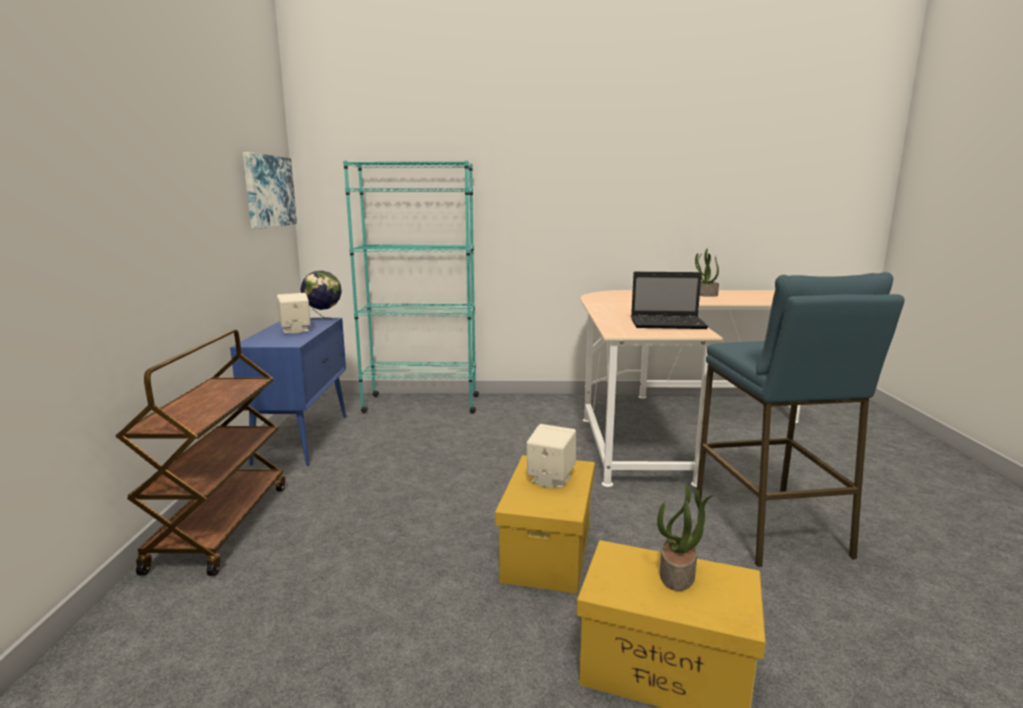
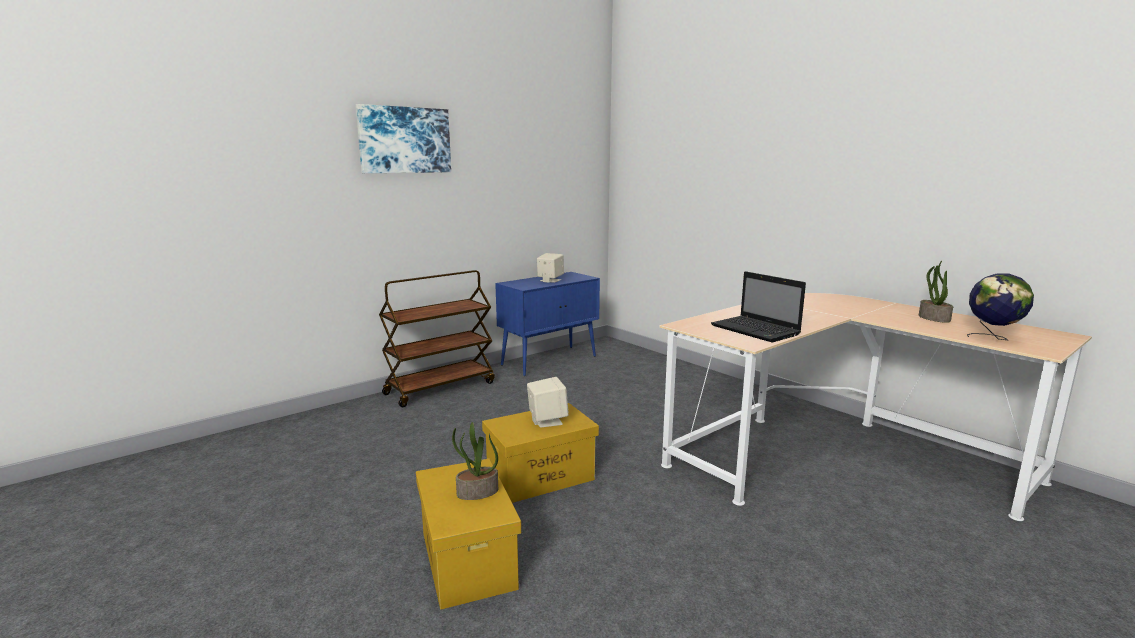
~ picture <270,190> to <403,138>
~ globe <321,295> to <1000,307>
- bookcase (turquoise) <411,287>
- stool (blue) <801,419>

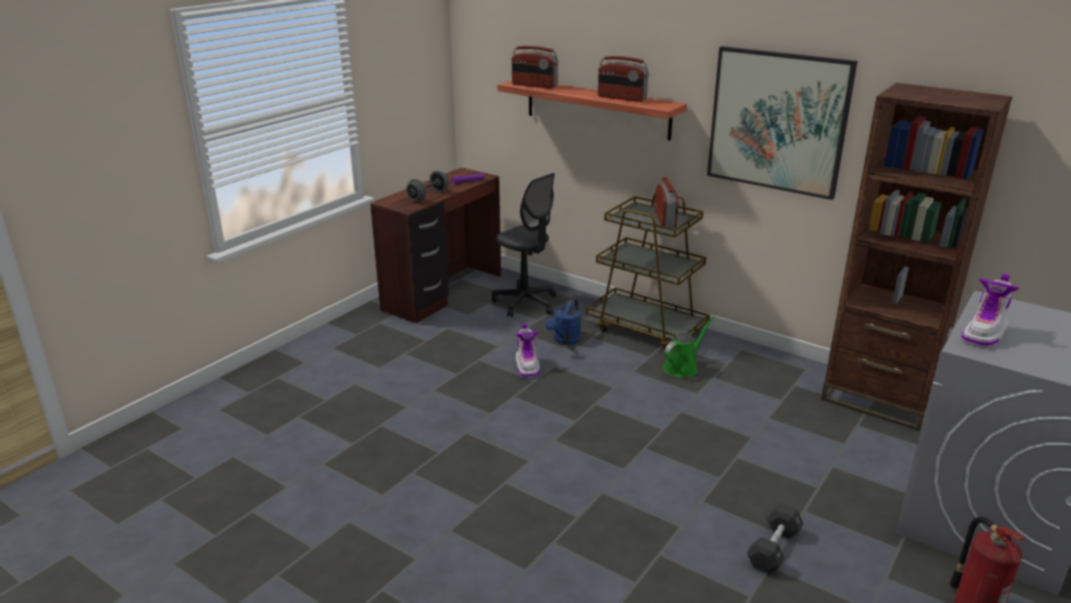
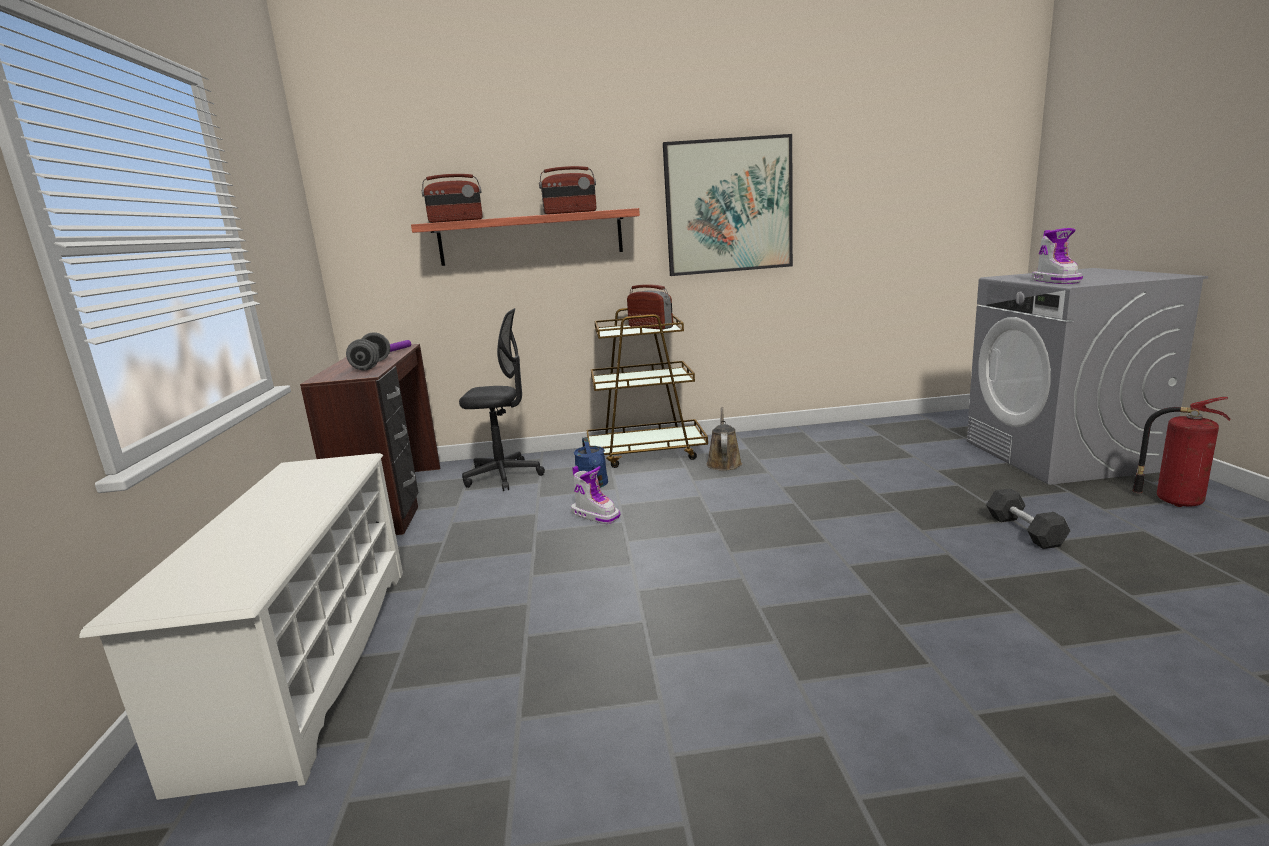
+ shoe rack (white) <241,626>
~ watering can (green) <689,346> to watering can (brown) <724,439>
- bookcase (brown) <916,257>

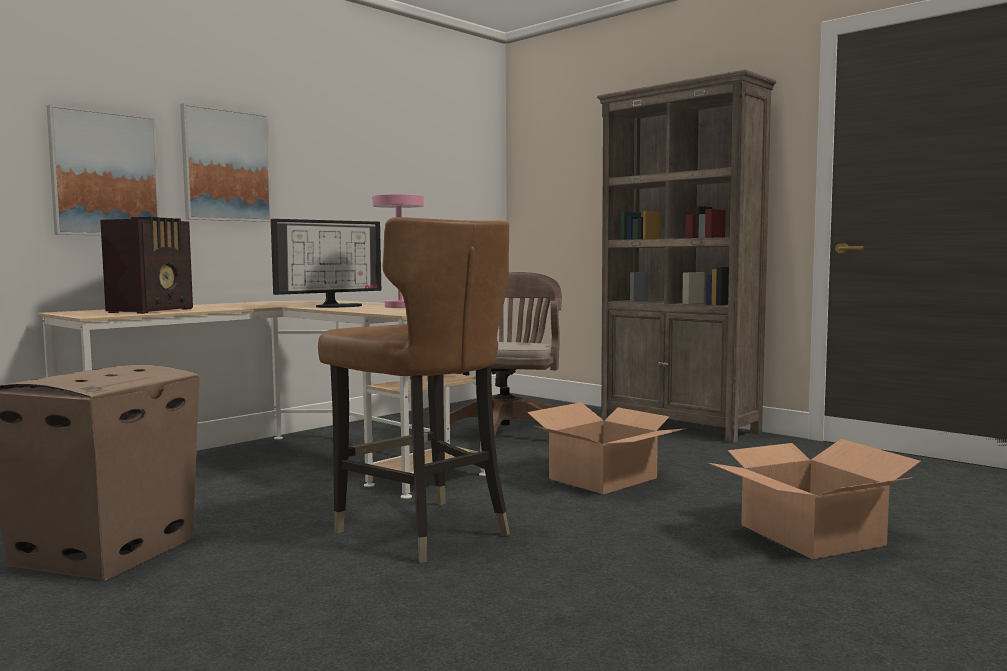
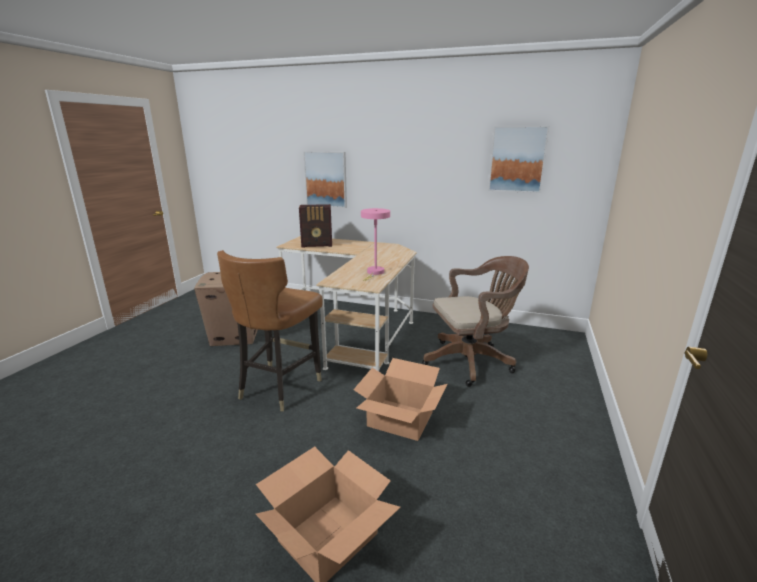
~ picture <226,162> to <518,159>
- monitor <326,263>
- bookcase (brown) <686,256>

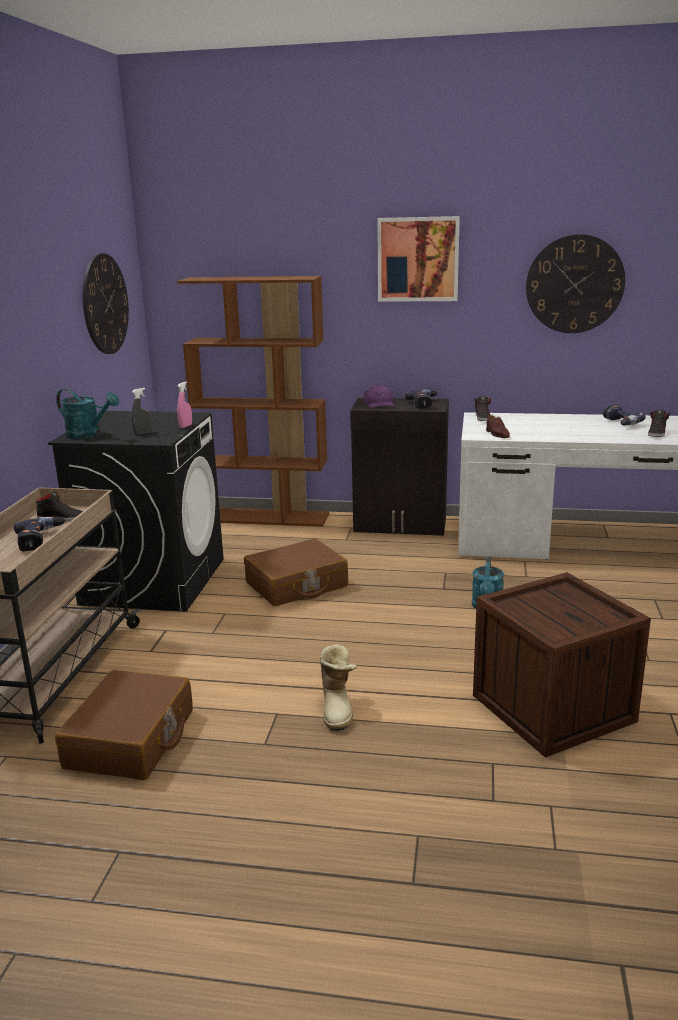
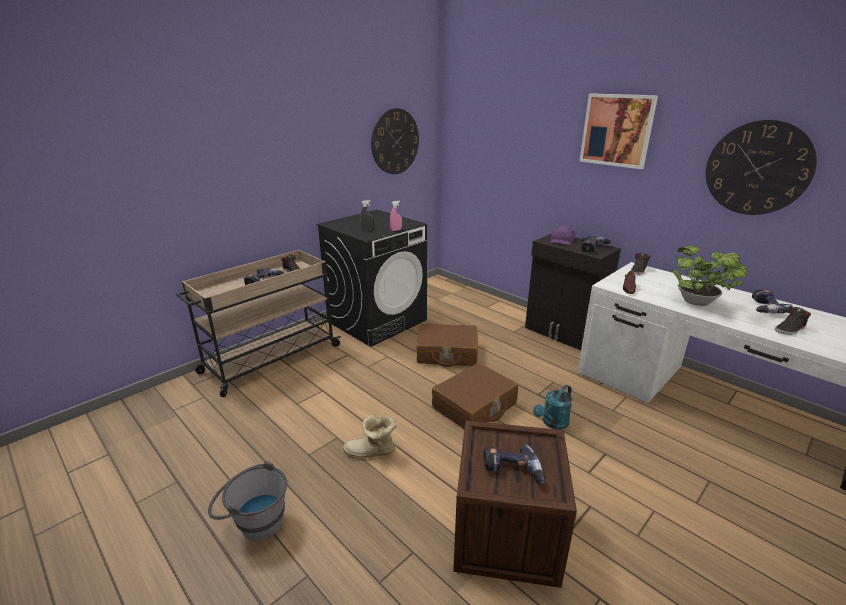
+ bucket (grey) <247,501>
~ boot <338,687> = <369,437> 60 degrees clockwise
~ suitcase (brown) <124,725> to <475,396>
+ power drill <514,464>
+ potted plant <710,276>
- watering can (turquoise) <87,414>
- bookcase (brown) <253,401>

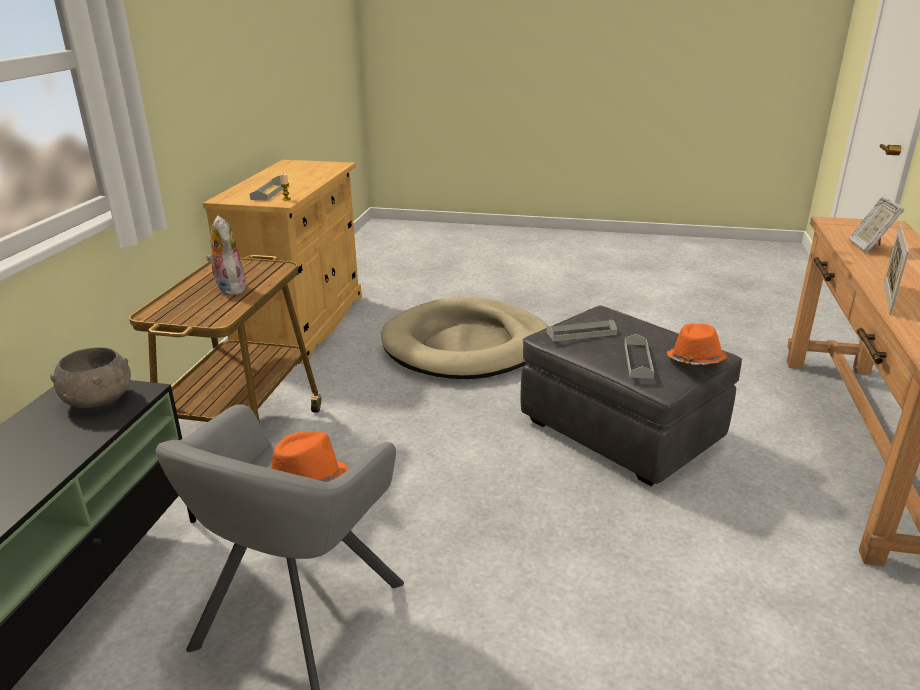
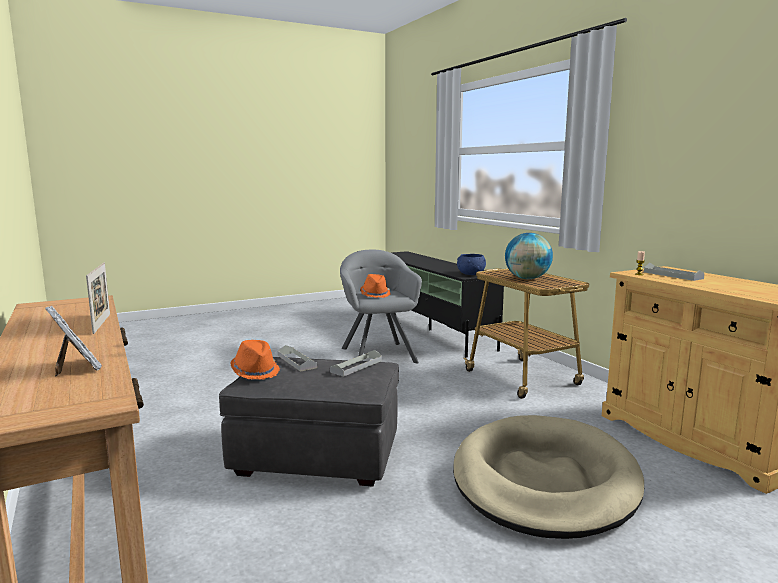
~ bowl (grey) <90,377> to bowl (blue) <471,264>
~ plush toy <226,255> to globe <529,256>

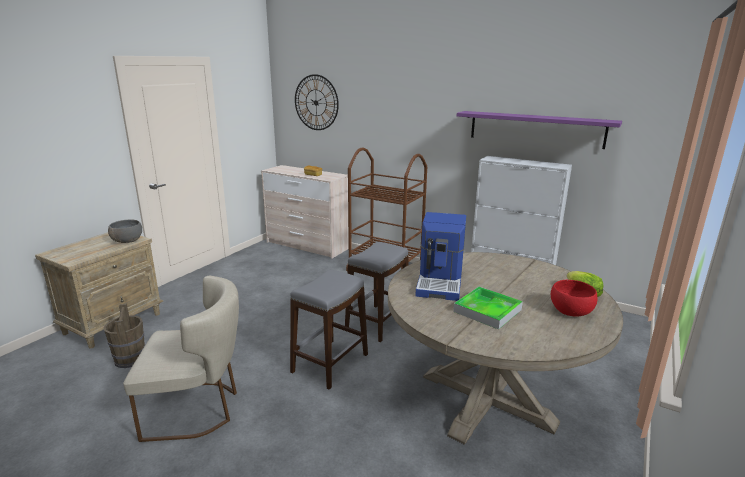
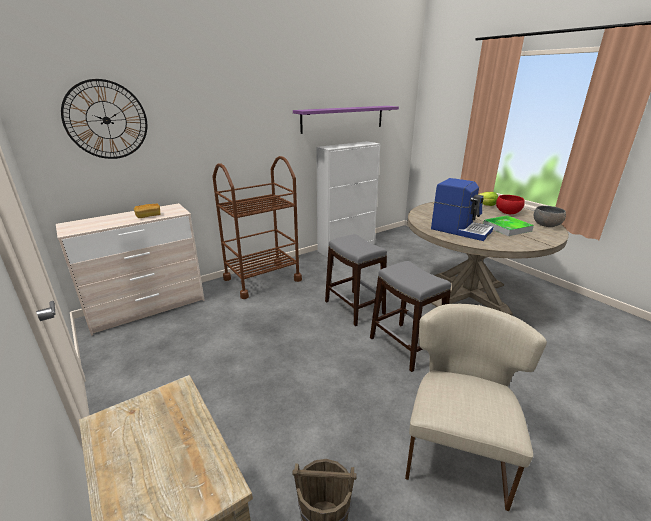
~ bowl (grey) <125,231> to <550,216>

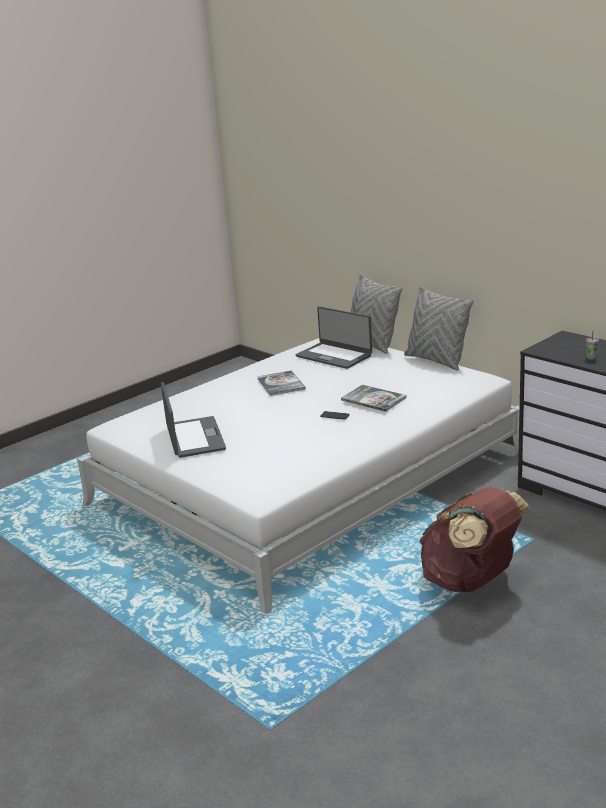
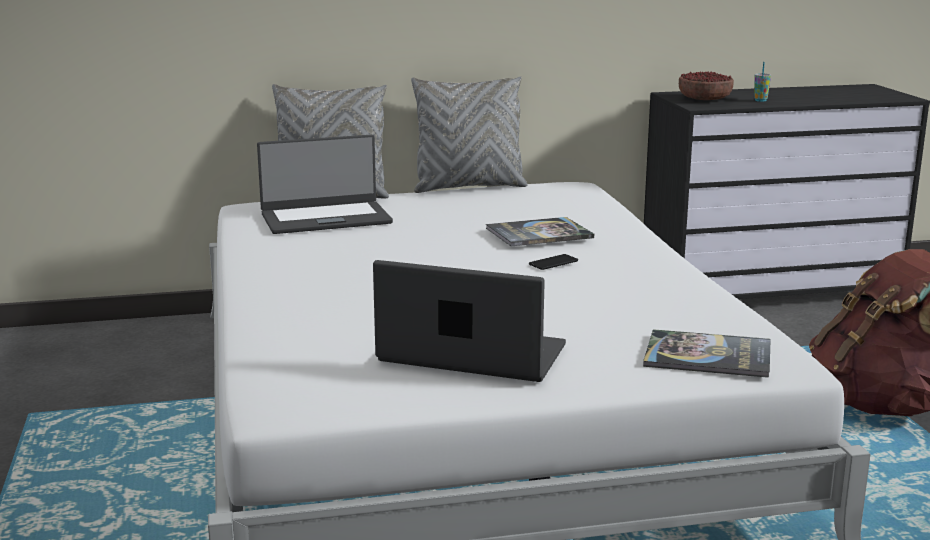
~ book <282,383> to <707,353>
+ bowl <706,85>

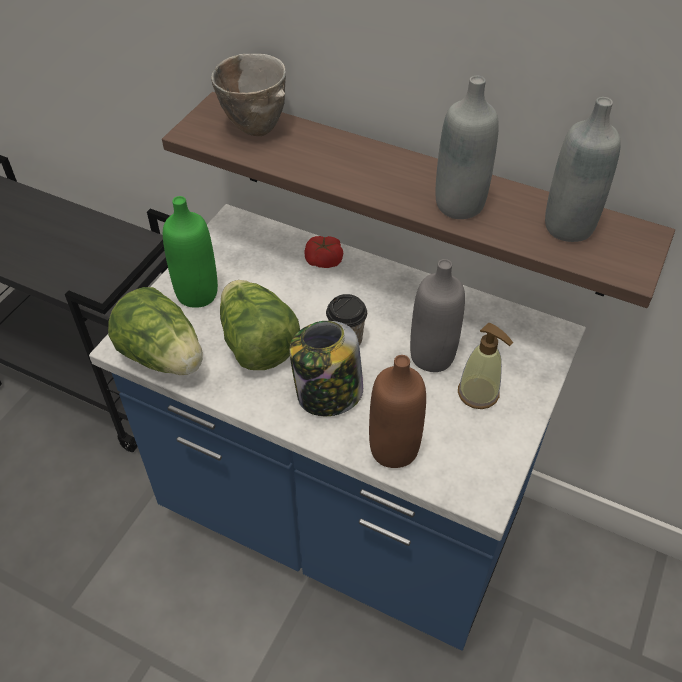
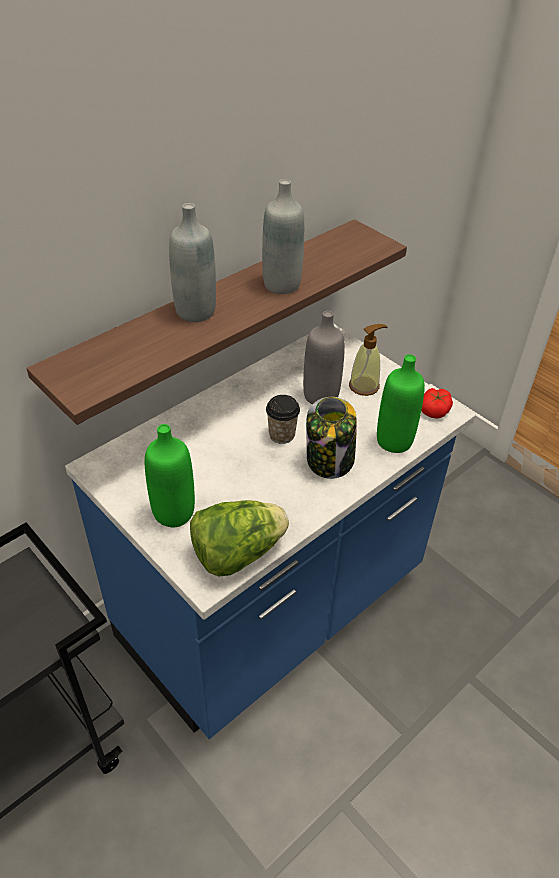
~ bottle (grey) <583,169> to <192,262>
~ bottle (brown) <397,411> to bottle (green) <401,403>
~ tomato <323,252> to <437,403>
- bowl <248,95>
- lettuce <260,325>

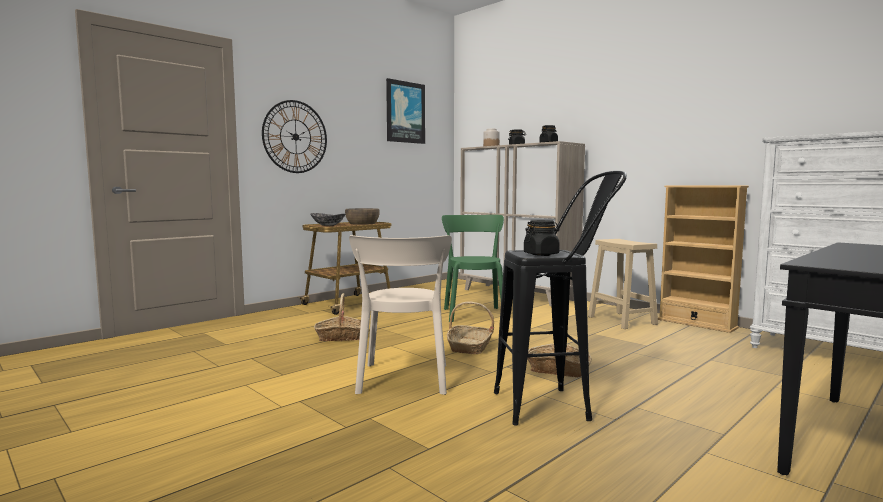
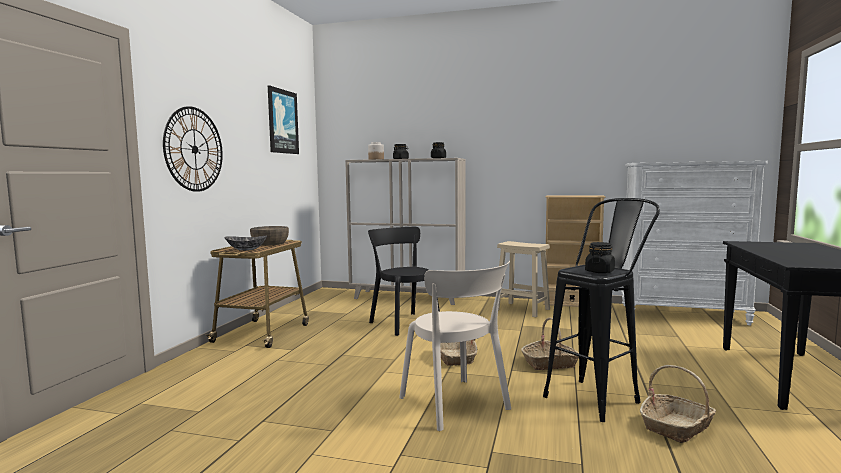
~ chair (green) <473,268> to chair (black) <404,281>
~ basket <337,317> to <678,404>

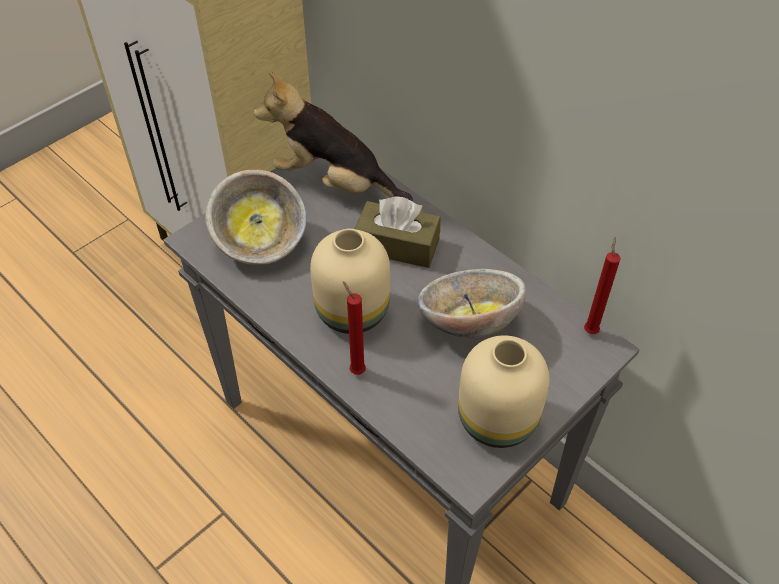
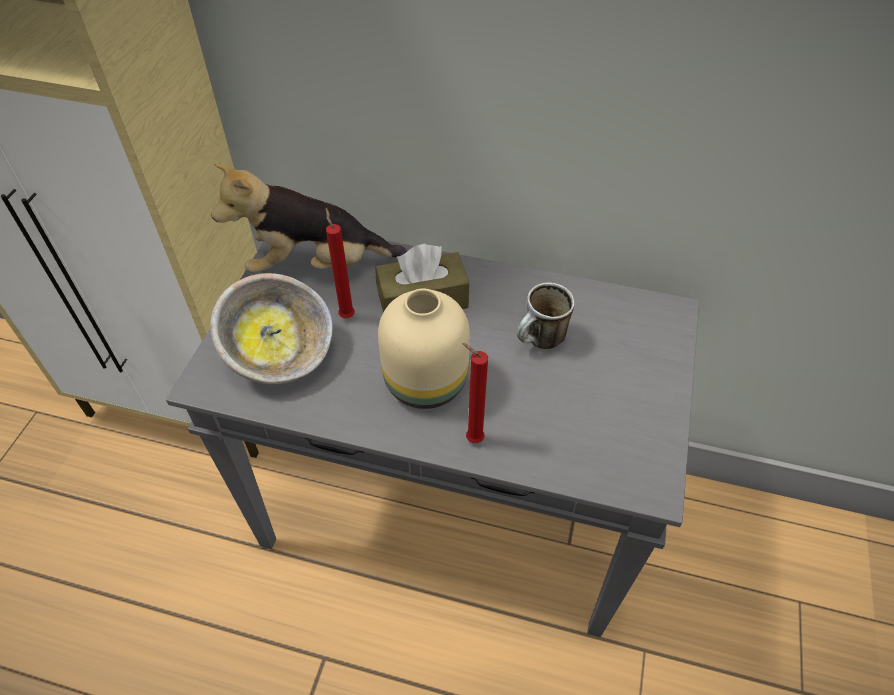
~ candle (red) <602,285> to <340,263>
~ bowl <471,304> to mug <546,316>
- vase (beige) <504,391>

